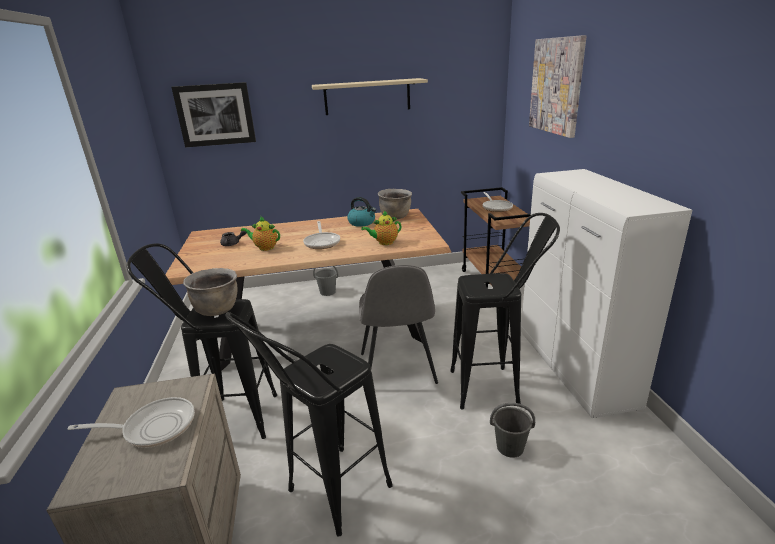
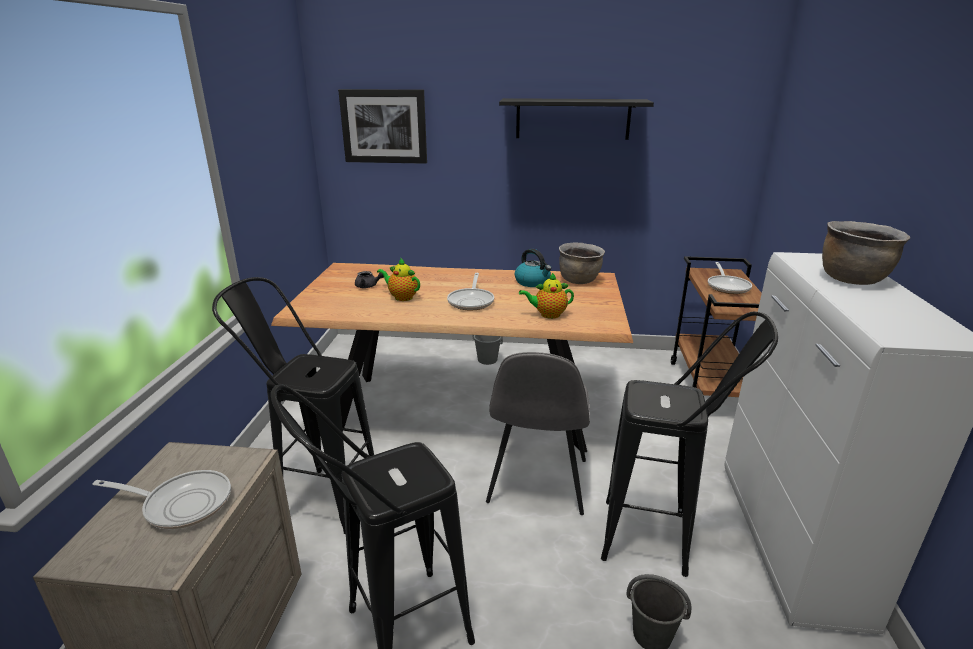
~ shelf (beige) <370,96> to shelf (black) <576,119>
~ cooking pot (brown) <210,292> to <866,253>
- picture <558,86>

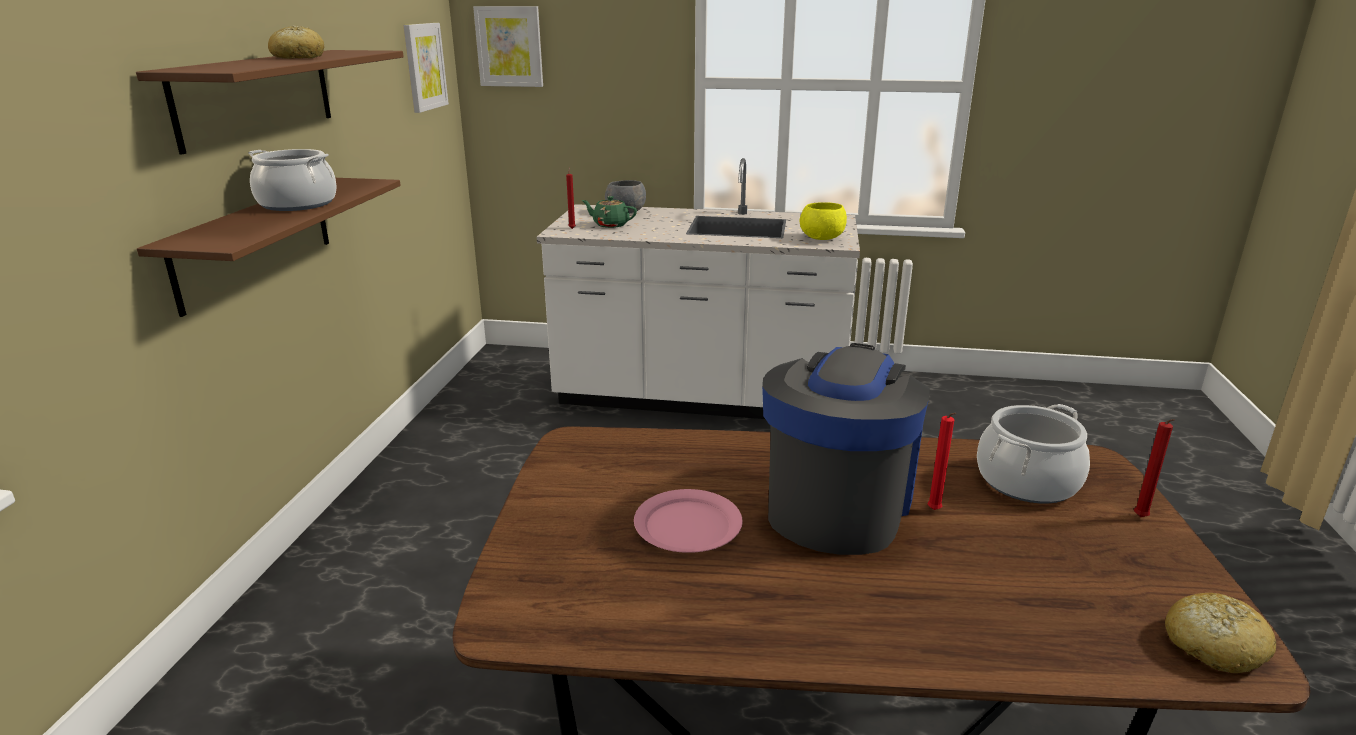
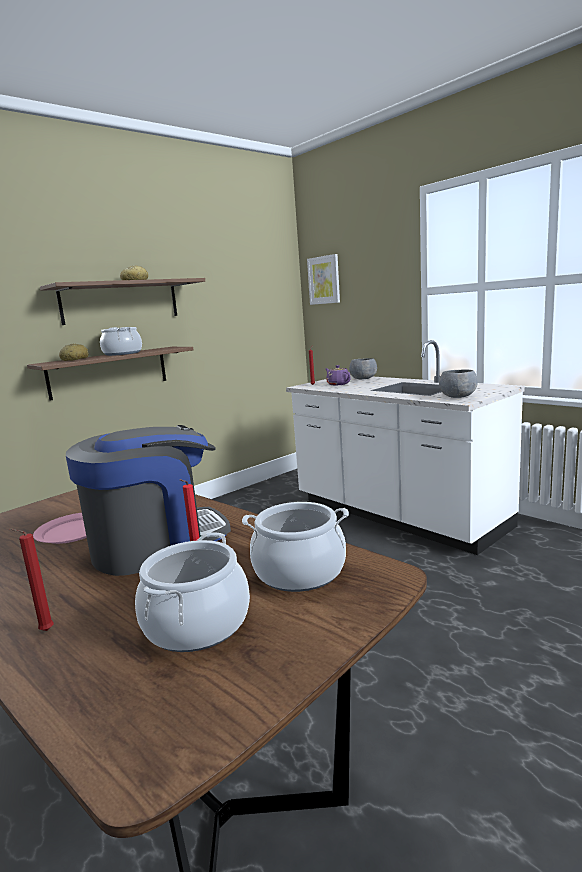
~ candle (red) <1154,468> to <31,580>
~ bread <1220,633> to <73,352>
+ cooking pot <192,592>
~ teapot (green) <609,212> to teapot (purple) <338,375>
~ bowl (yellow) <823,221> to bowl (grey) <458,384>
- picture <426,68>

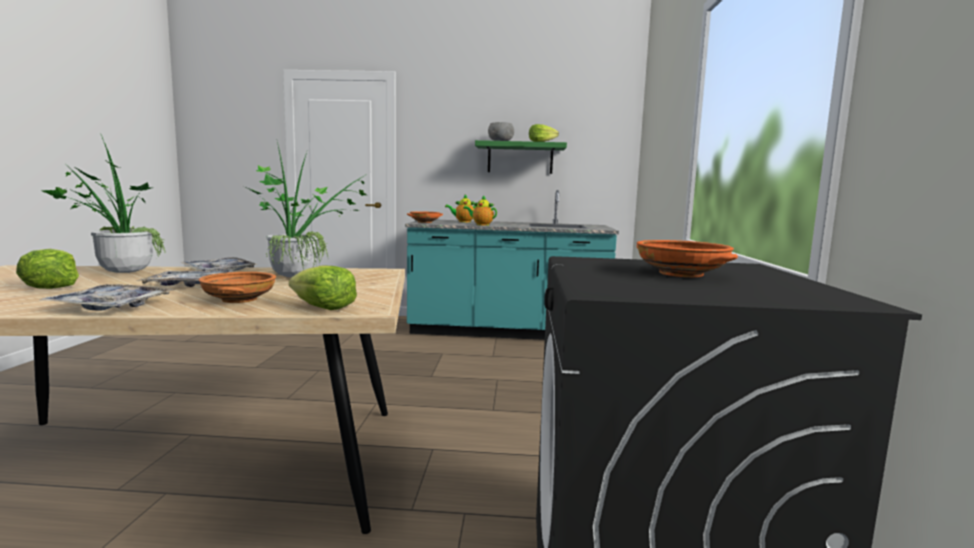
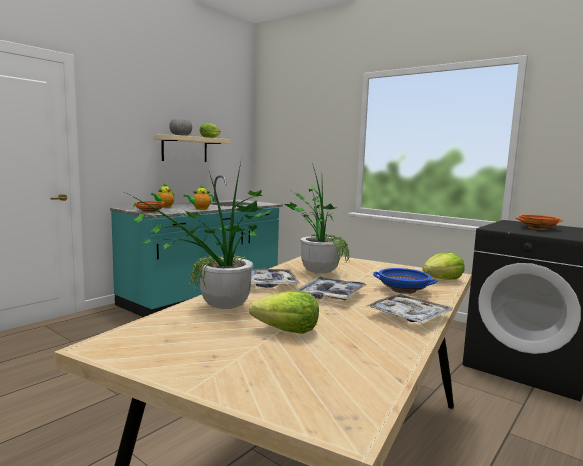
~ shelf (green) <521,157> to shelf (beige) <192,148>
~ bowl (orange) <237,287> to bowl (blue) <405,281>

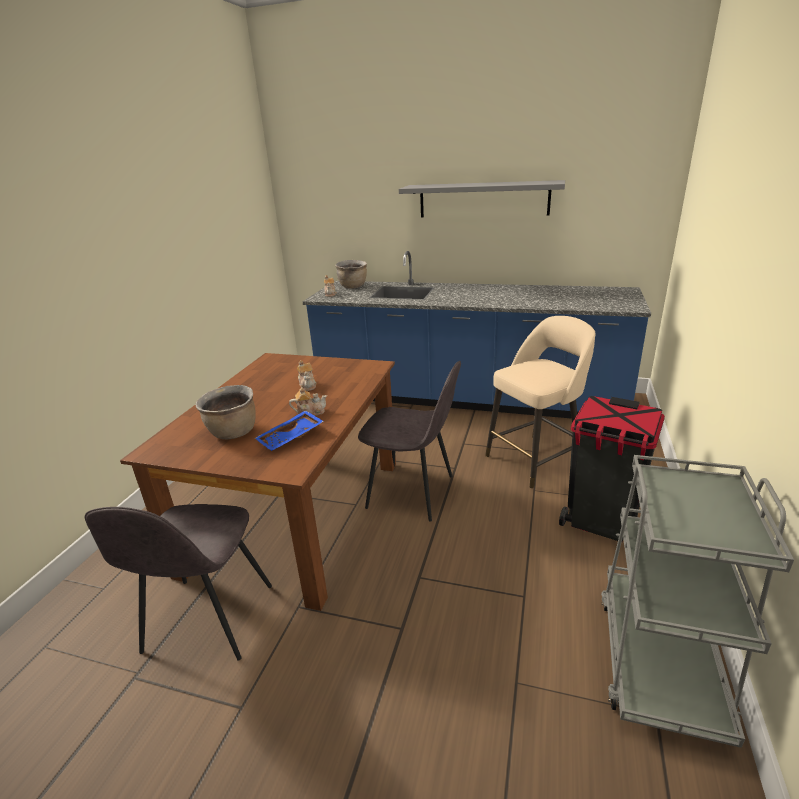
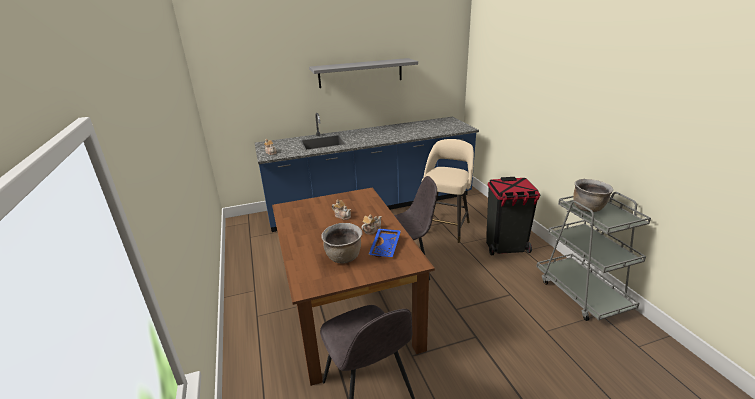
~ cooking pot (brown) <351,274> to <593,195>

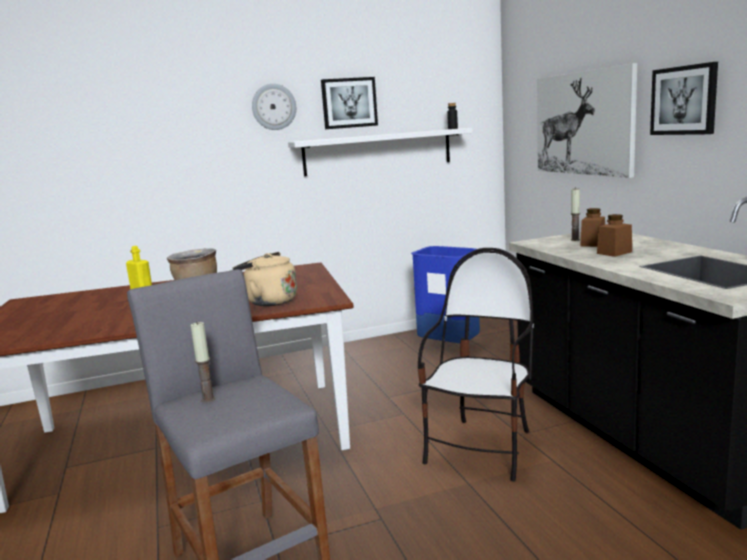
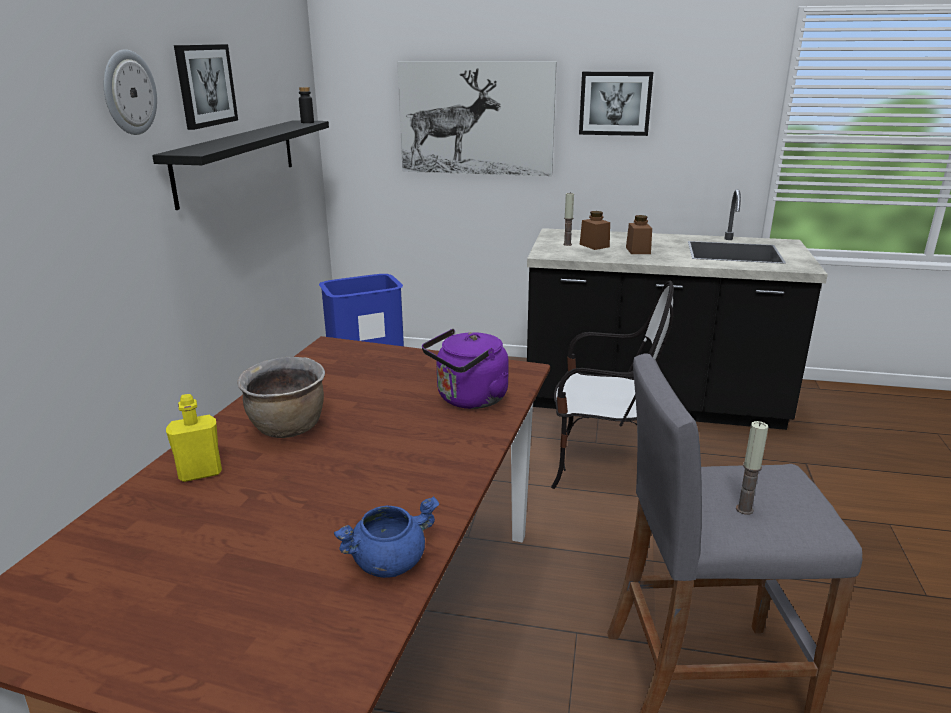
~ shelf (white) <380,152> to shelf (black) <240,165>
+ cooking pot (blue) <386,537>
~ kettle (beige) <265,279> to kettle (purple) <465,369>
~ chair <476,365> = <612,385> 135 degrees clockwise

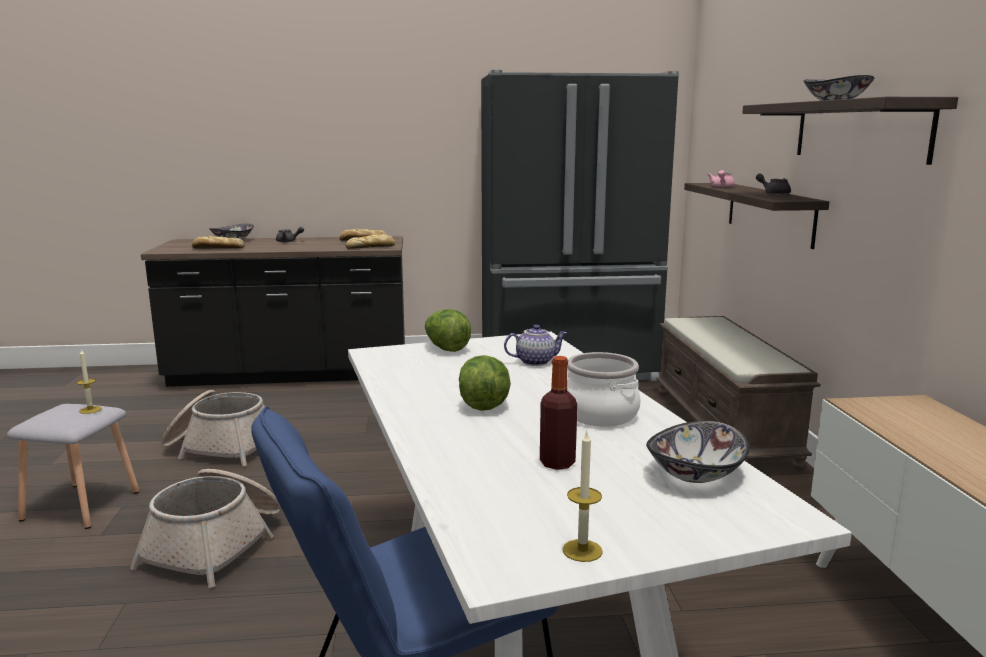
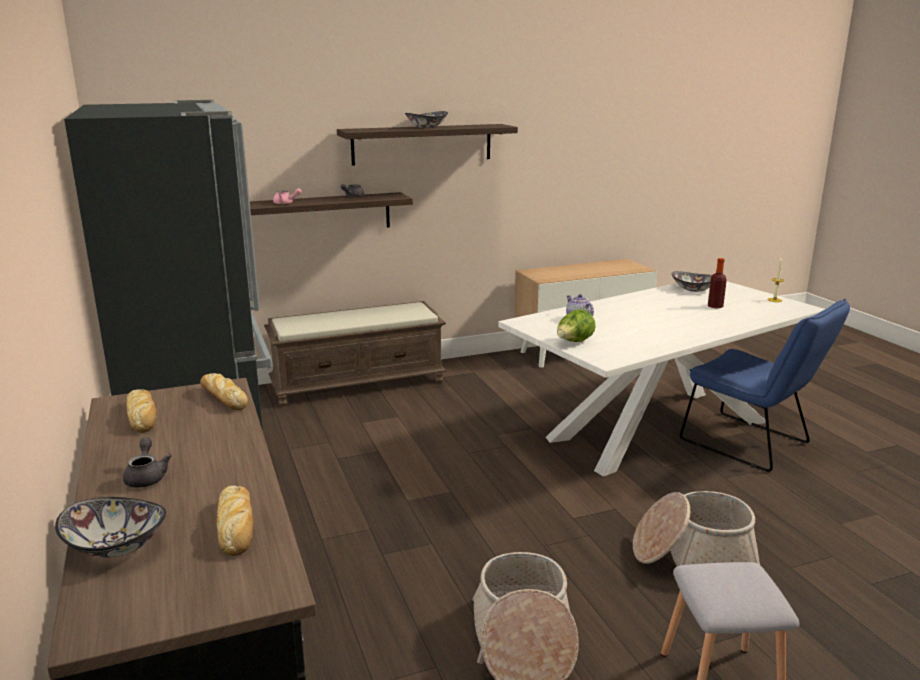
- candle <89,381>
- lettuce <485,383>
- cooking pot <604,389>

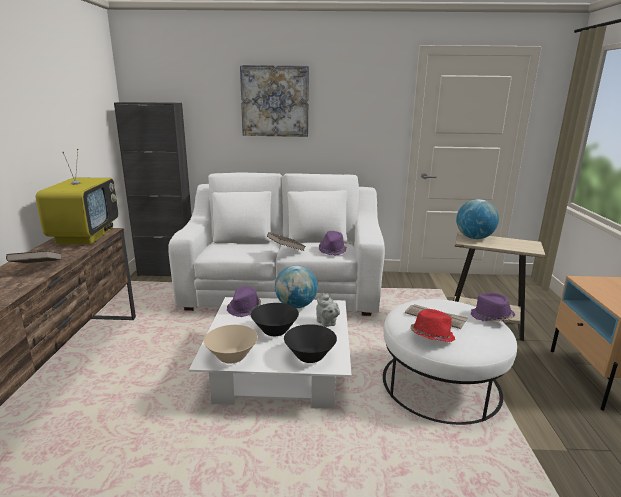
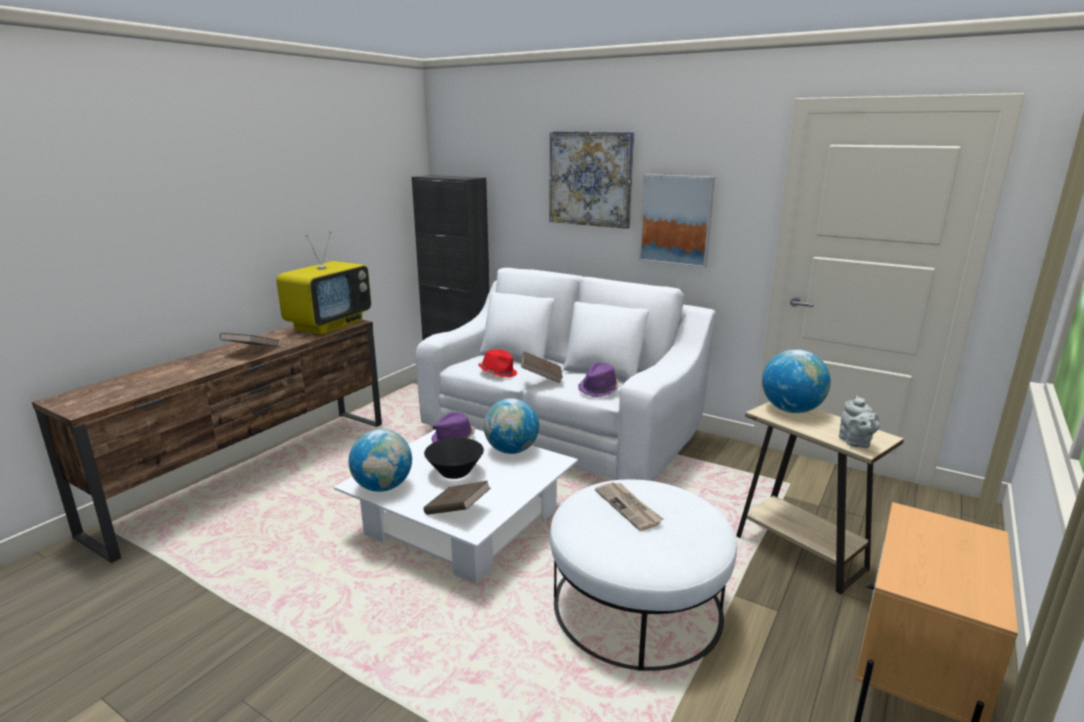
~ bowl (beige) <231,344> to globe <380,460>
~ bowl (black) <310,343> to book (brown) <457,498>
~ hat (red) <432,325> to <497,363>
+ picture <677,221>
~ teapot (grey) <328,310> to <859,421>
- hat (purple) <493,307>

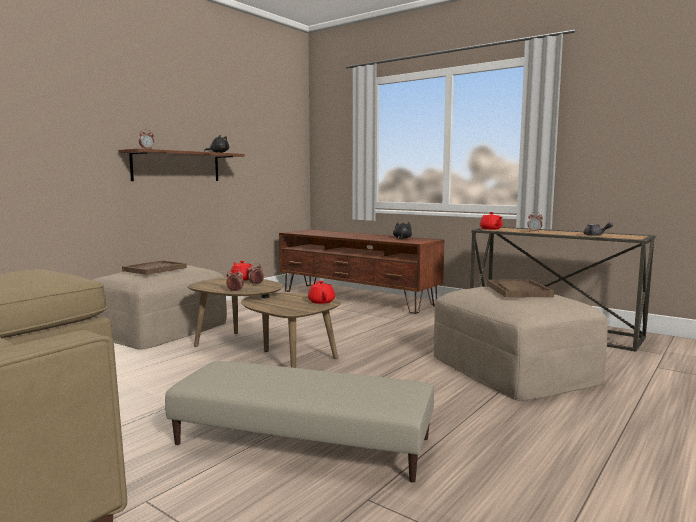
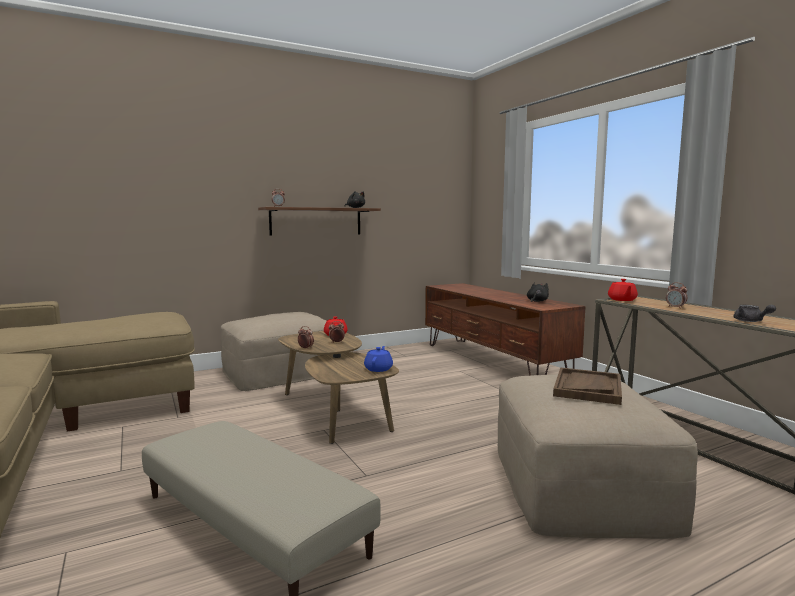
~ teapot (red) <321,292> to teapot (blue) <378,359>
- tray (brown) <154,267>

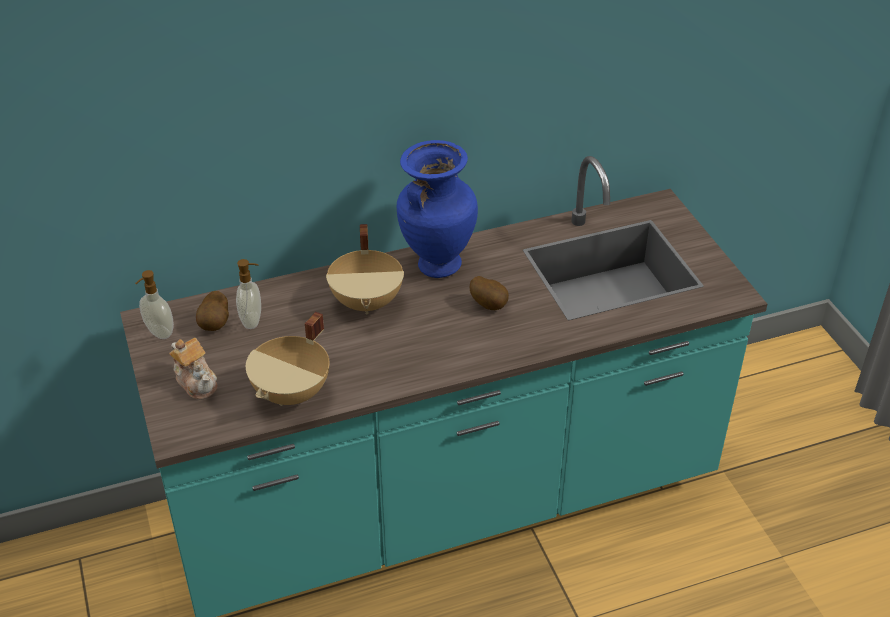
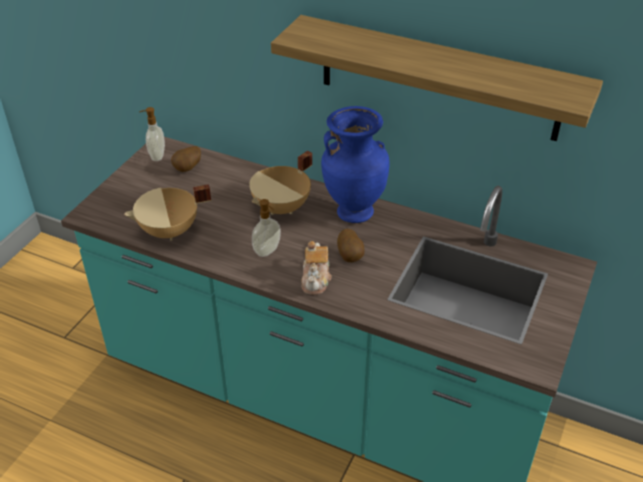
~ soap dispenser <248,294> to <266,228>
+ shelf <437,78>
~ teapot <193,369> to <316,268>

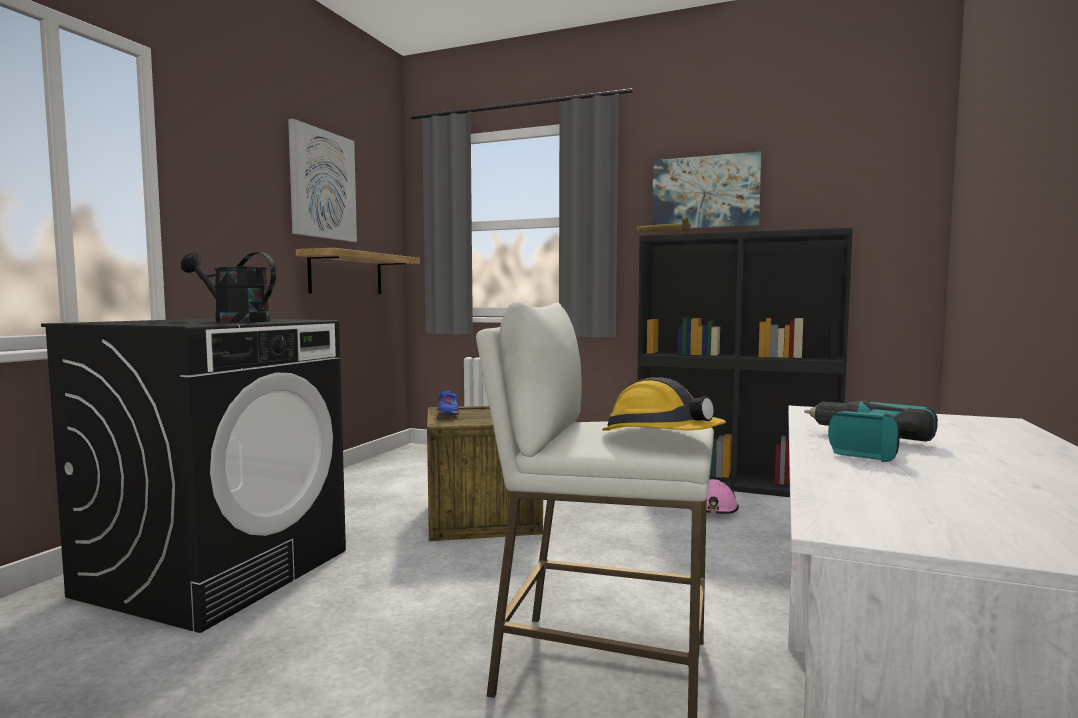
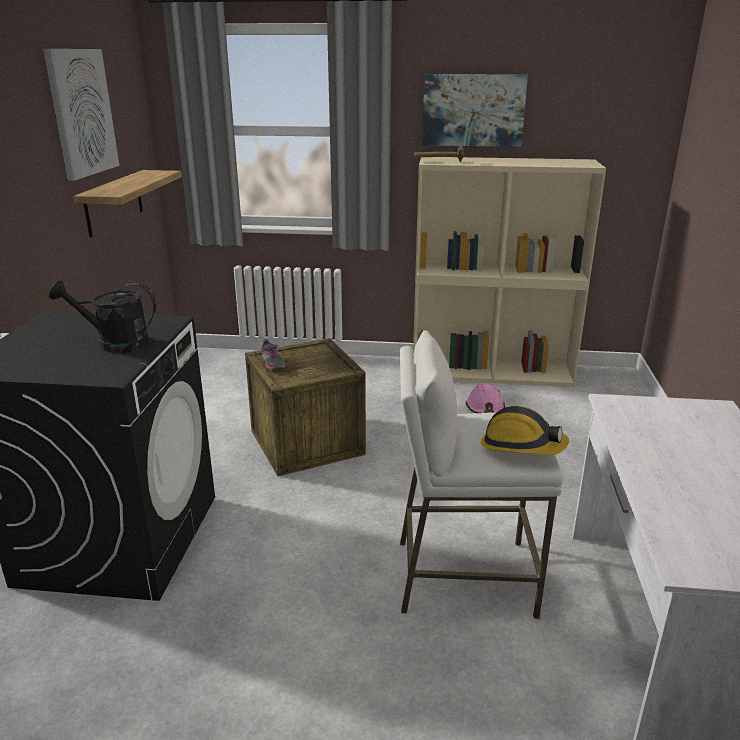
~ shoe (blue) <448,403> to shoe (grey) <273,354>
~ bookcase (black) <745,362> to bookcase (beige) <509,272>
- power drill <871,431>

